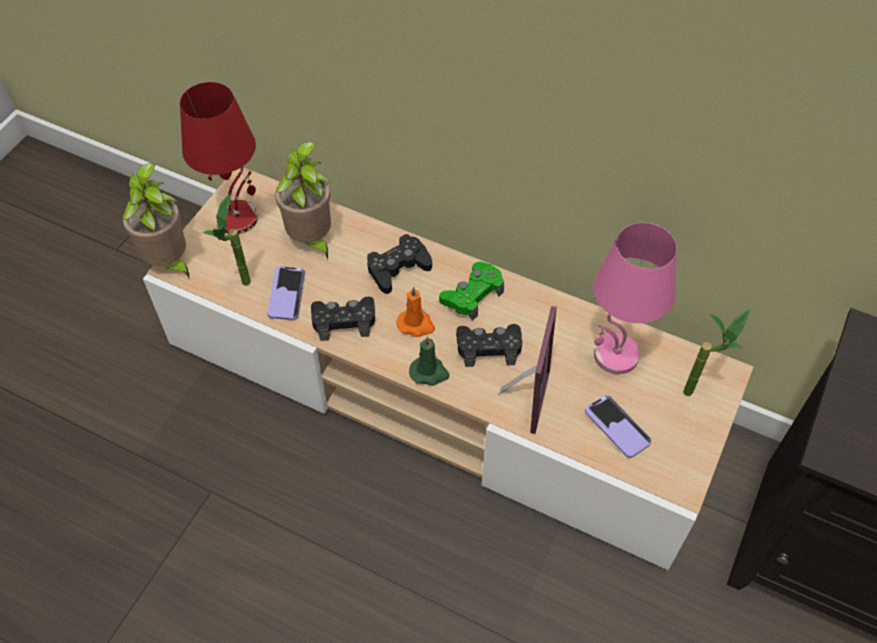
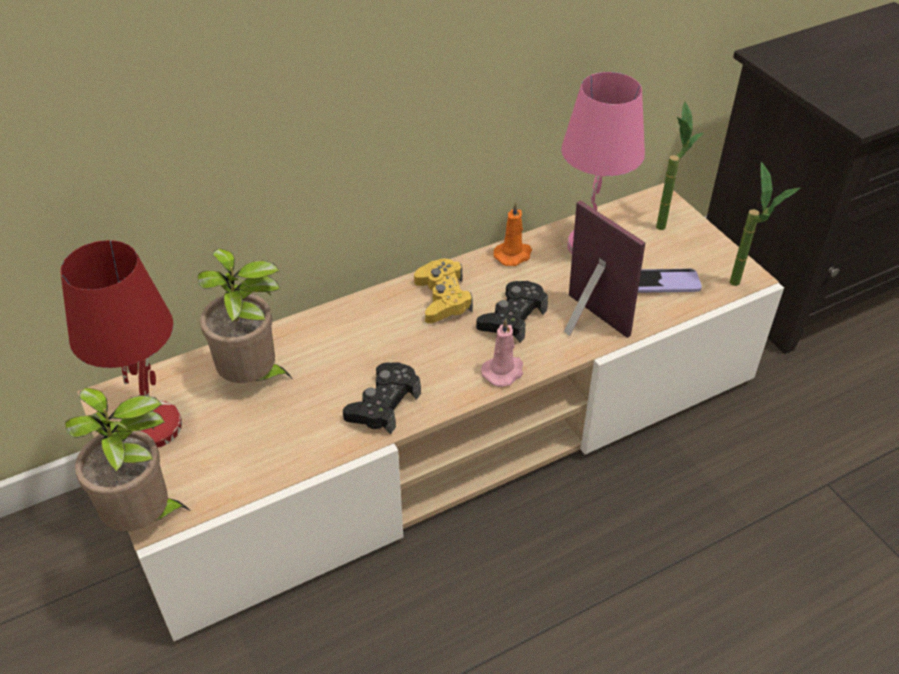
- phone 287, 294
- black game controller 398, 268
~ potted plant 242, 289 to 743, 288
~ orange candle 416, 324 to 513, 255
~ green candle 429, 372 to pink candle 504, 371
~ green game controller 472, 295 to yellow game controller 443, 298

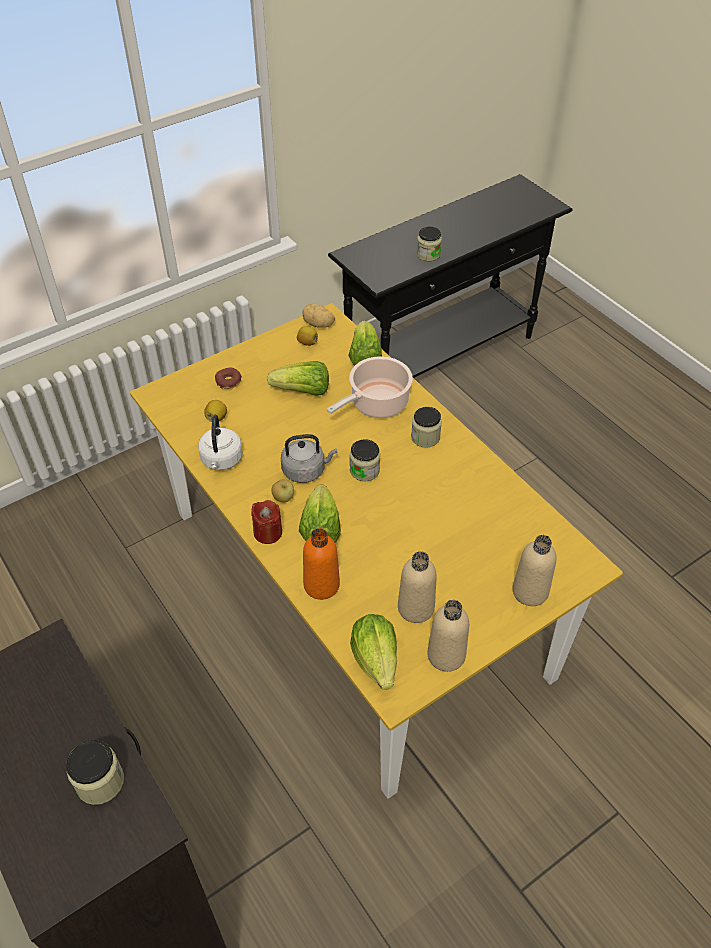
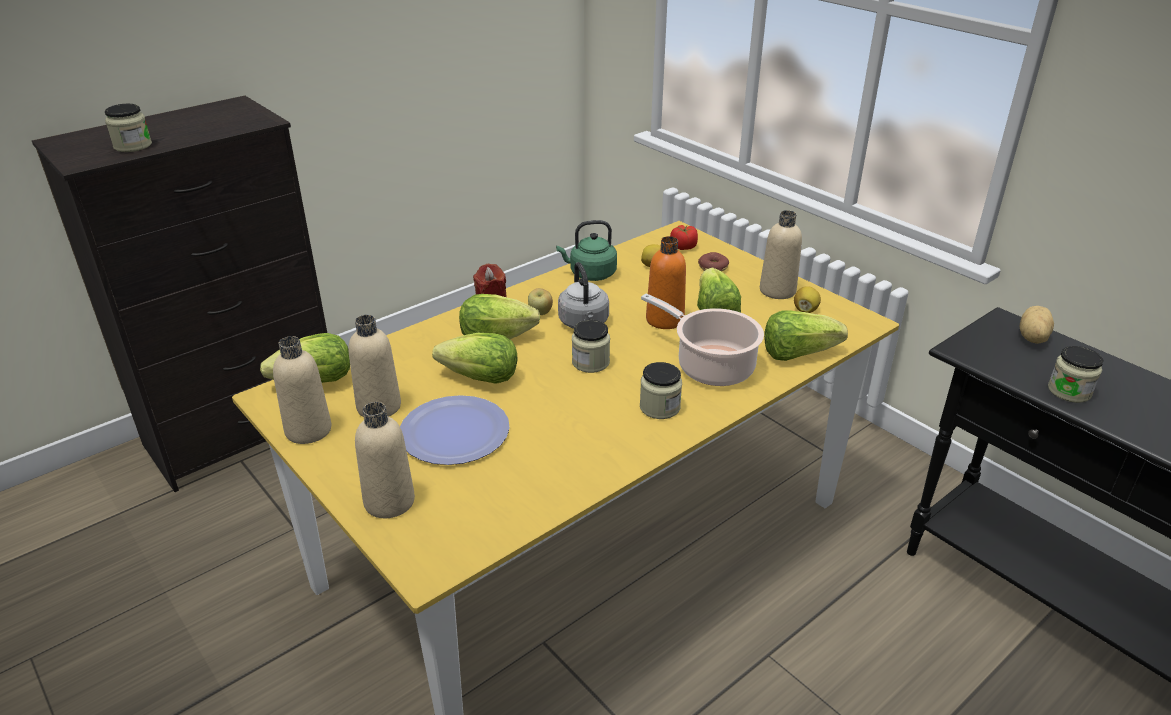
+ plate 454, 432
+ lettuce 481, 378
+ tomato 683, 247
+ beige bottle 777, 291
~ potato 318, 324 to 1031, 338
~ orange bottle 321, 585 to 664, 320
~ white kettle 221, 461 to green kettle 590, 274

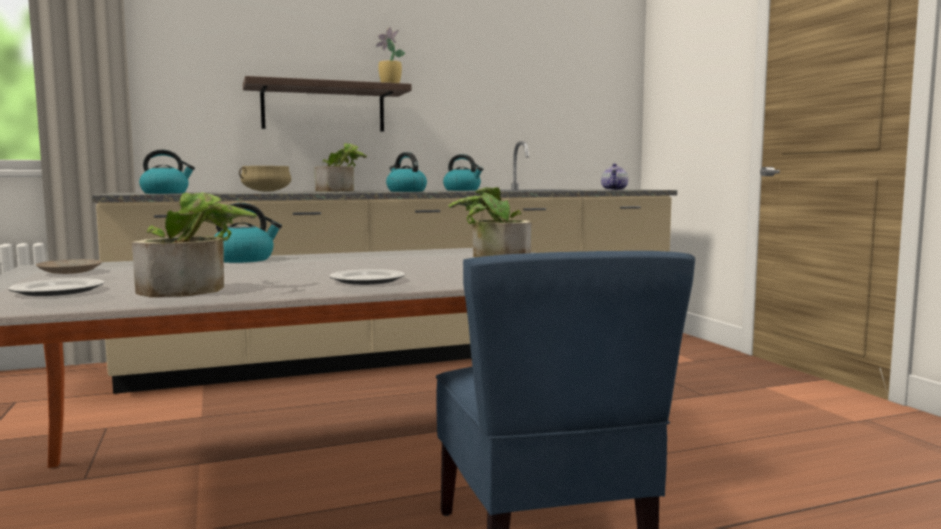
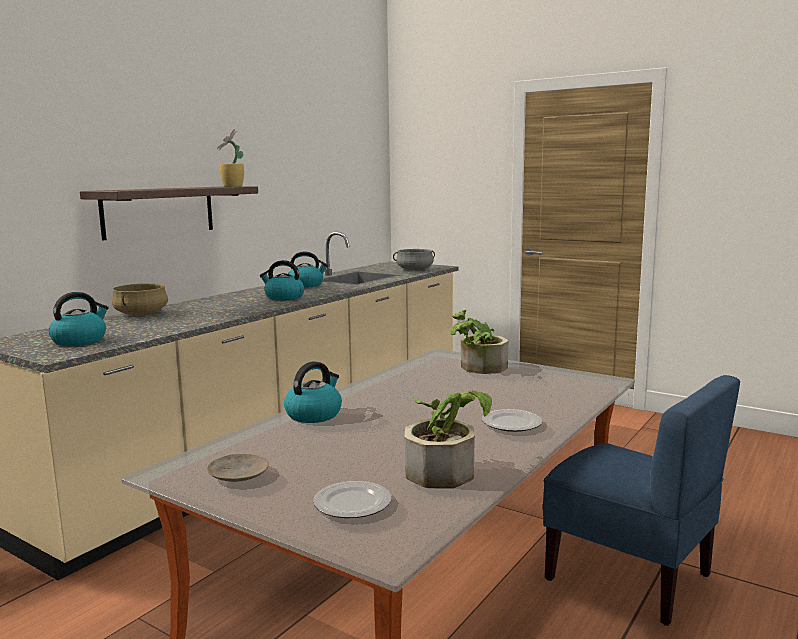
- potted plant 340, 191
~ teapot 614, 189 to grey cooking pot 415, 270

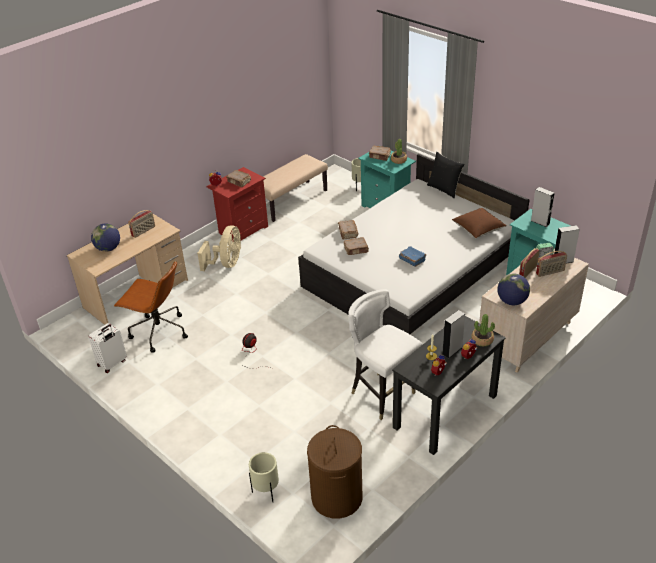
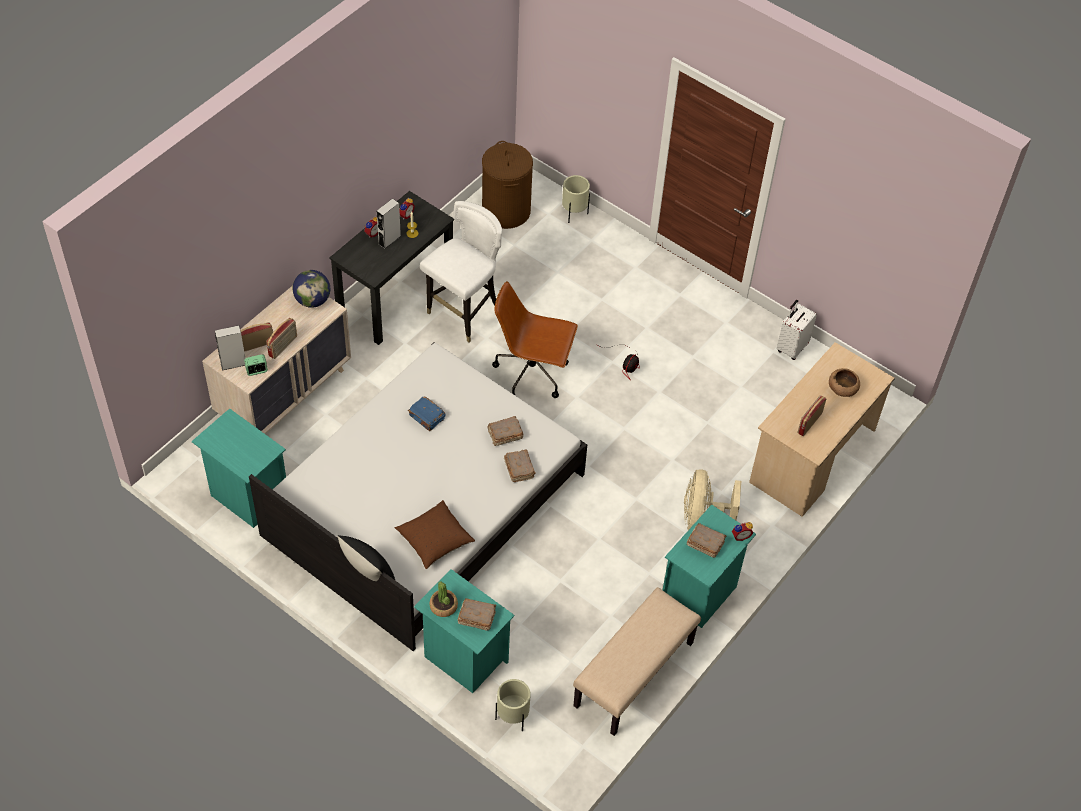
- potted plant 482, 340
- grey speaker 540, 222
~ brown office chair 158, 332 to 533, 374
~ brown pillow 478, 229 to 435, 541
~ globe 108, 249 to brown bowl 842, 389
~ red nightstand 242, 230 to turquoise nightstand 700, 594
~ white chair 383, 395 = 464, 314 90 degrees counterclockwise

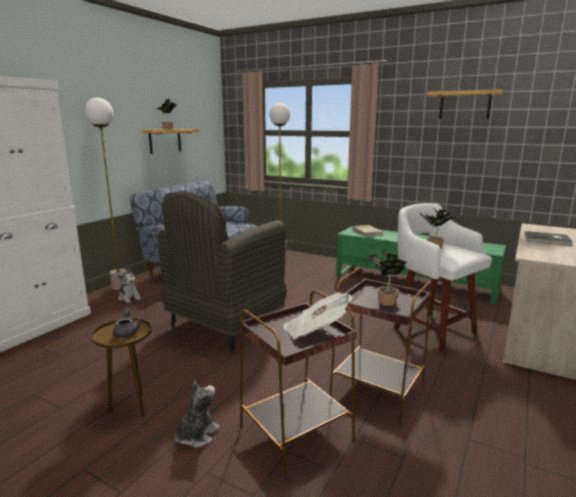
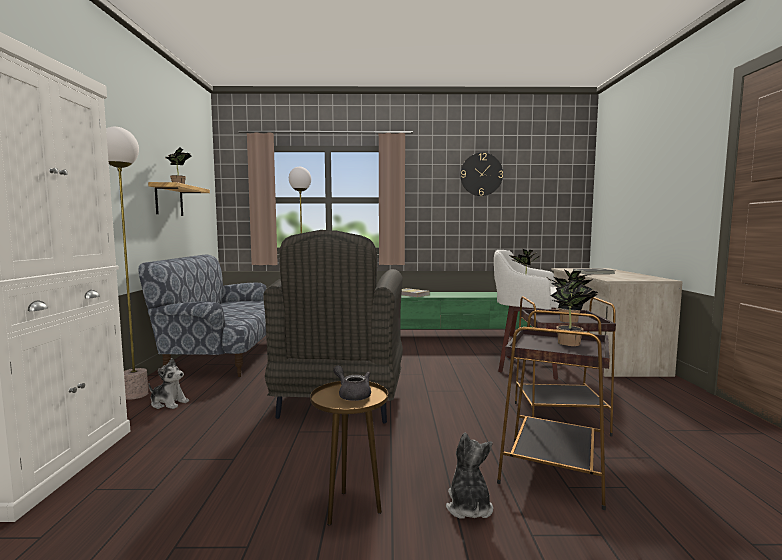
~ newspaper 315, 331 to potted plant 571, 344
~ shelf 464, 105 to wall clock 481, 174

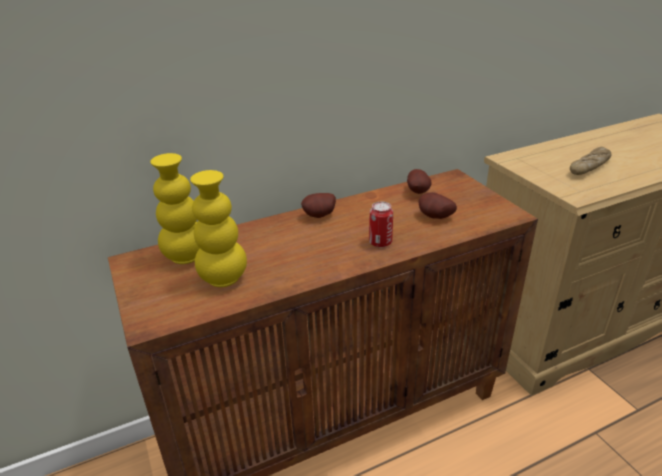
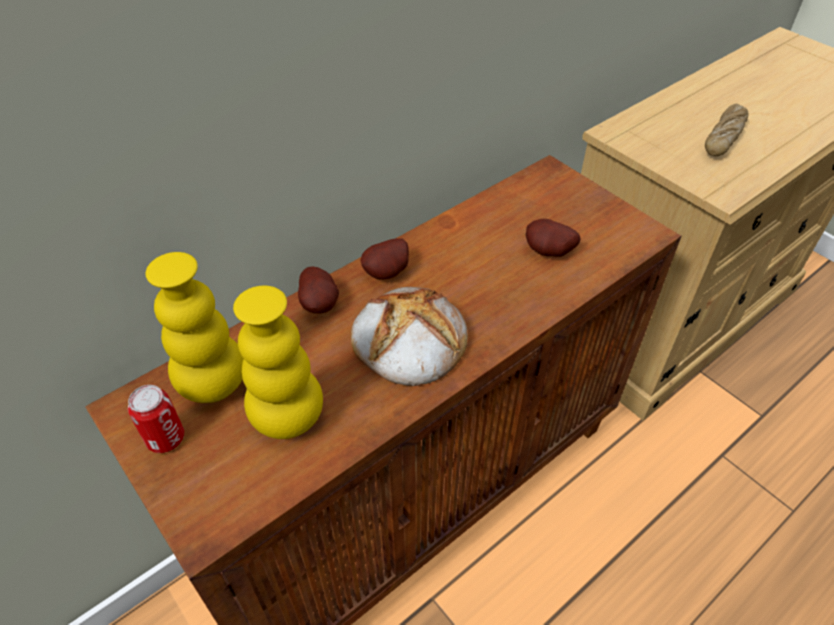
+ bread 408, 341
~ can 380, 242 to 165, 438
~ potato 418, 192 to 320, 304

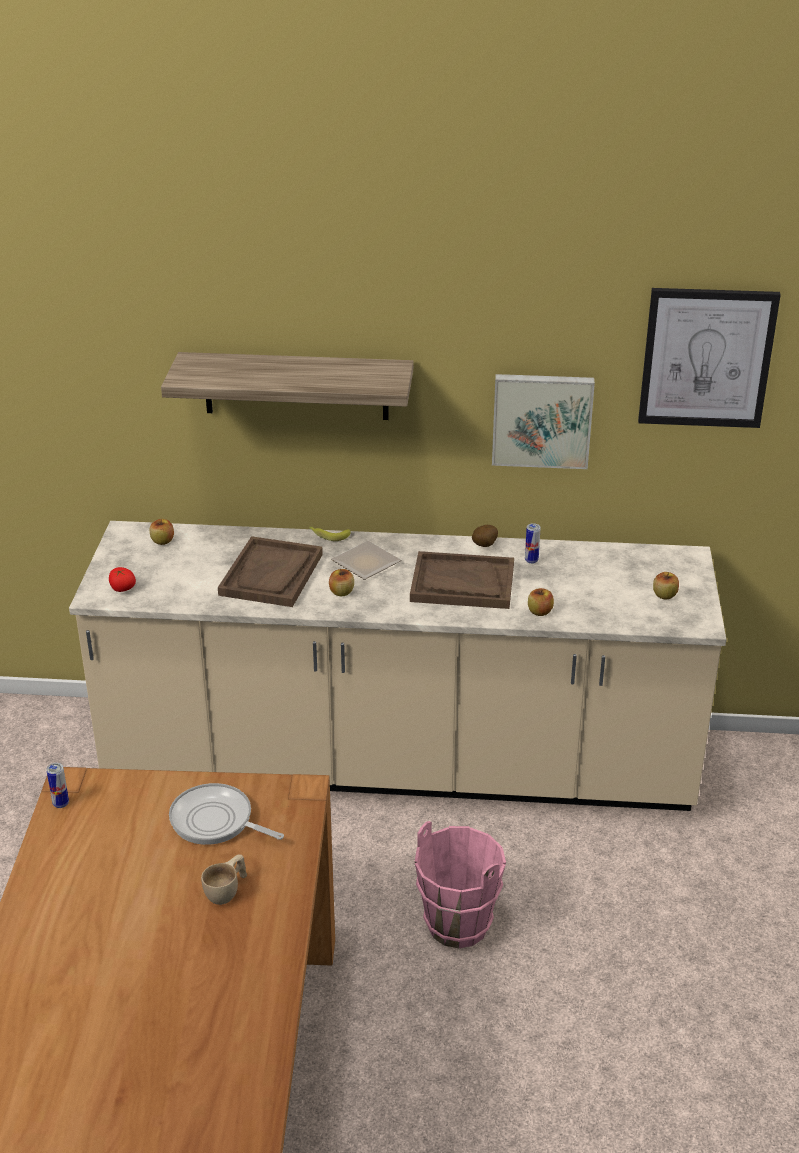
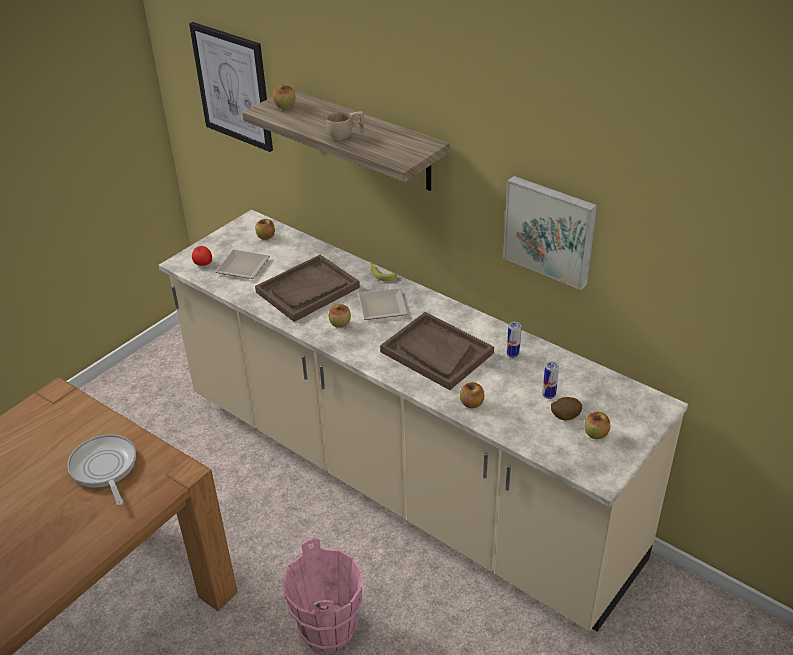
+ plate 242, 266
+ apple 285, 106
~ can 61, 804 to 548, 395
~ beige cup 227, 891 to 346, 135
~ potato 483, 546 to 564, 417
~ picture 706, 358 to 233, 86

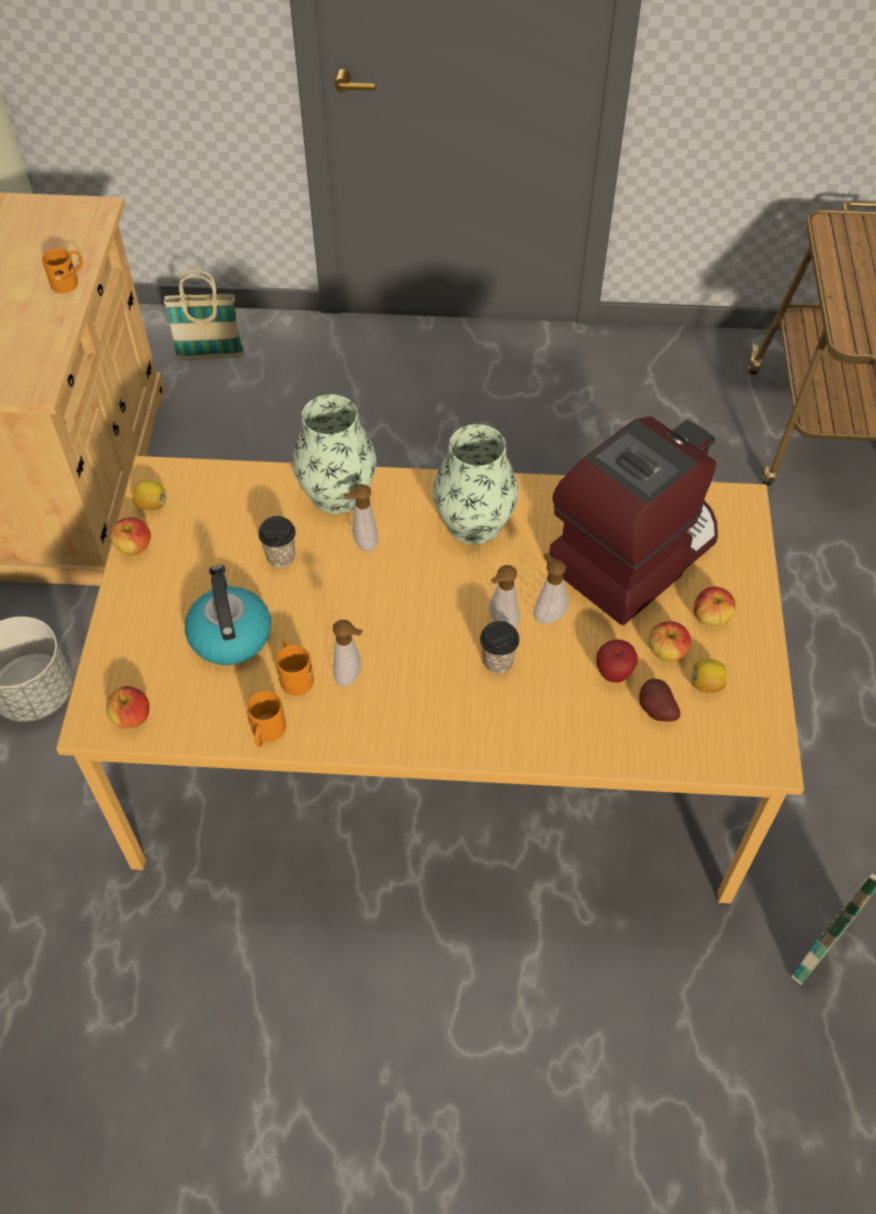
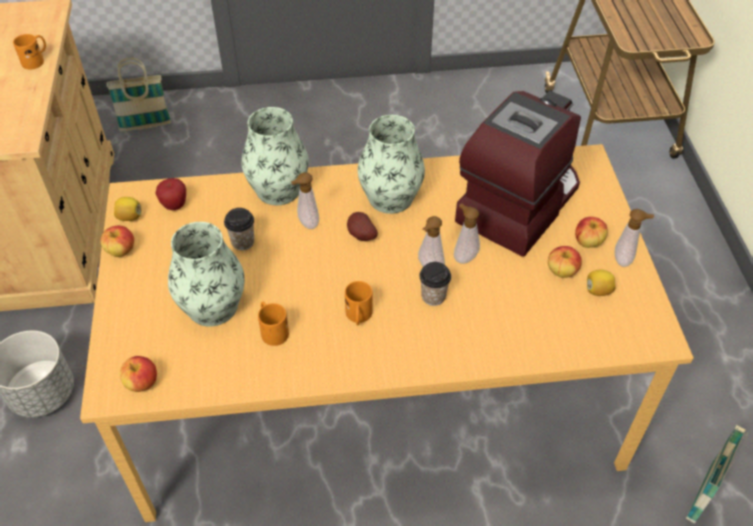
~ orange mug 267, 734 to 359, 317
~ soap dispenser 351, 676 to 624, 260
~ apple 613, 674 to 174, 206
~ potato 655, 710 to 360, 236
~ kettle 230, 634 to vase 212, 306

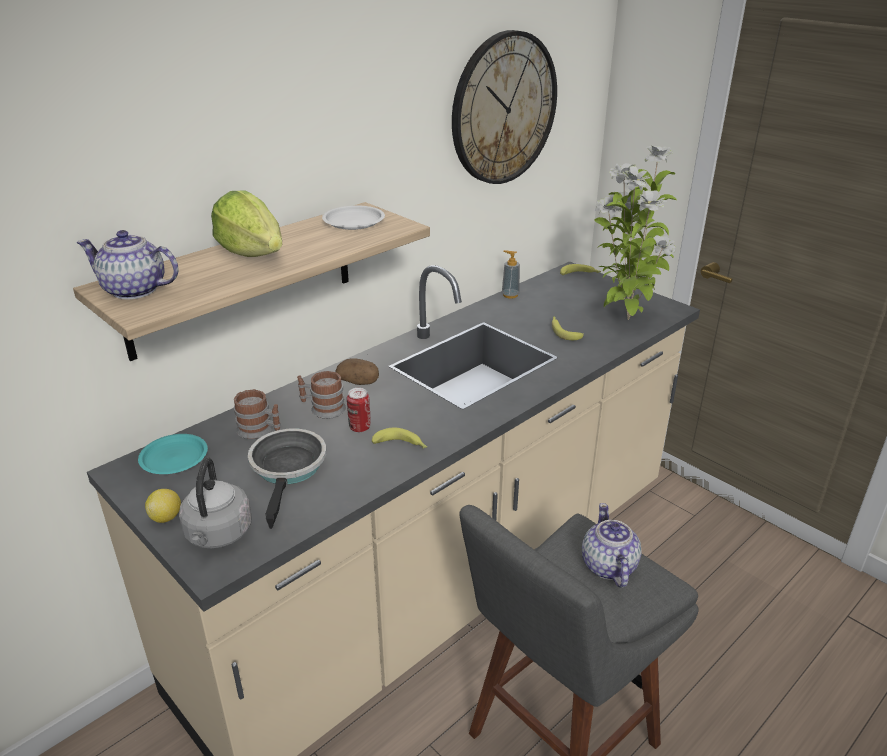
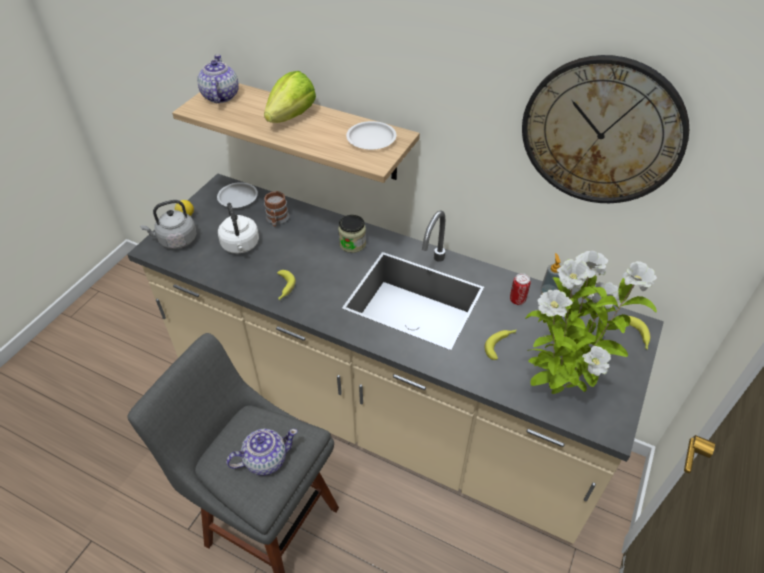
- mug 322, 408
~ can 360, 427 to 517, 300
~ frying pan 288, 470 to white kettle 241, 246
~ potato 358, 382 to jar 352, 244
~ turquoise plate 174, 459 to white plate 237, 198

